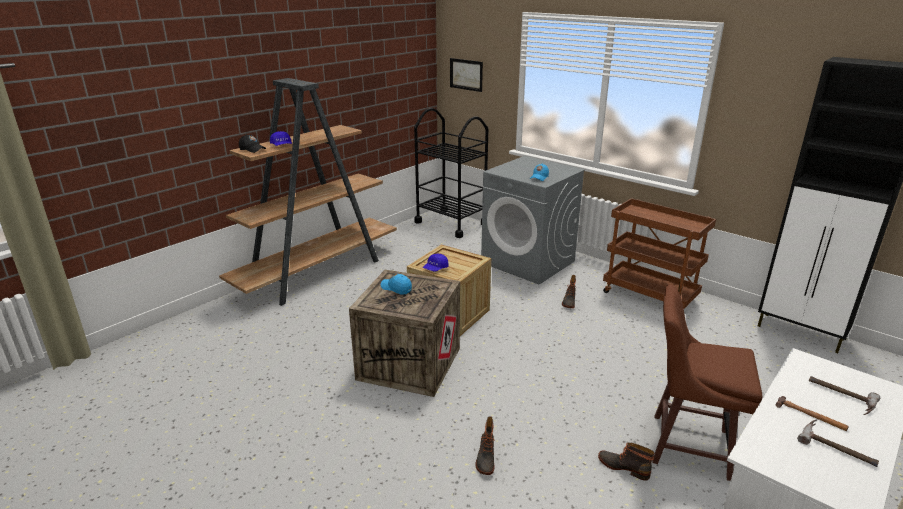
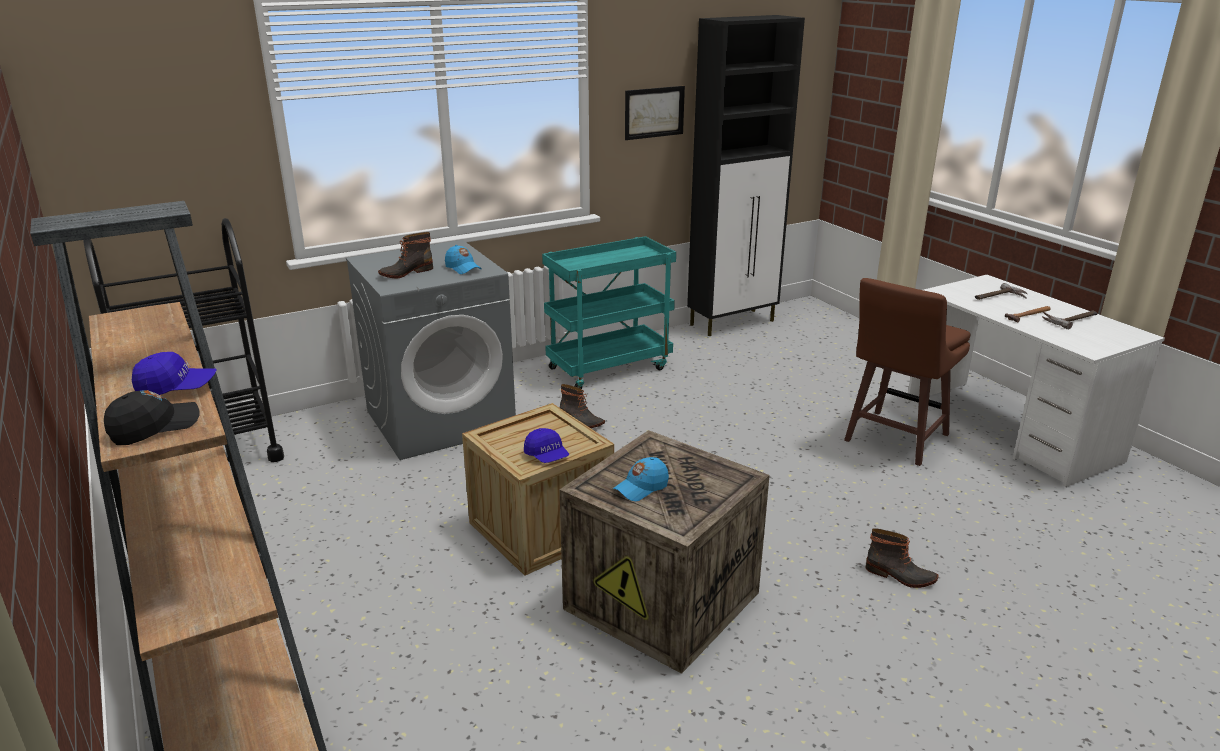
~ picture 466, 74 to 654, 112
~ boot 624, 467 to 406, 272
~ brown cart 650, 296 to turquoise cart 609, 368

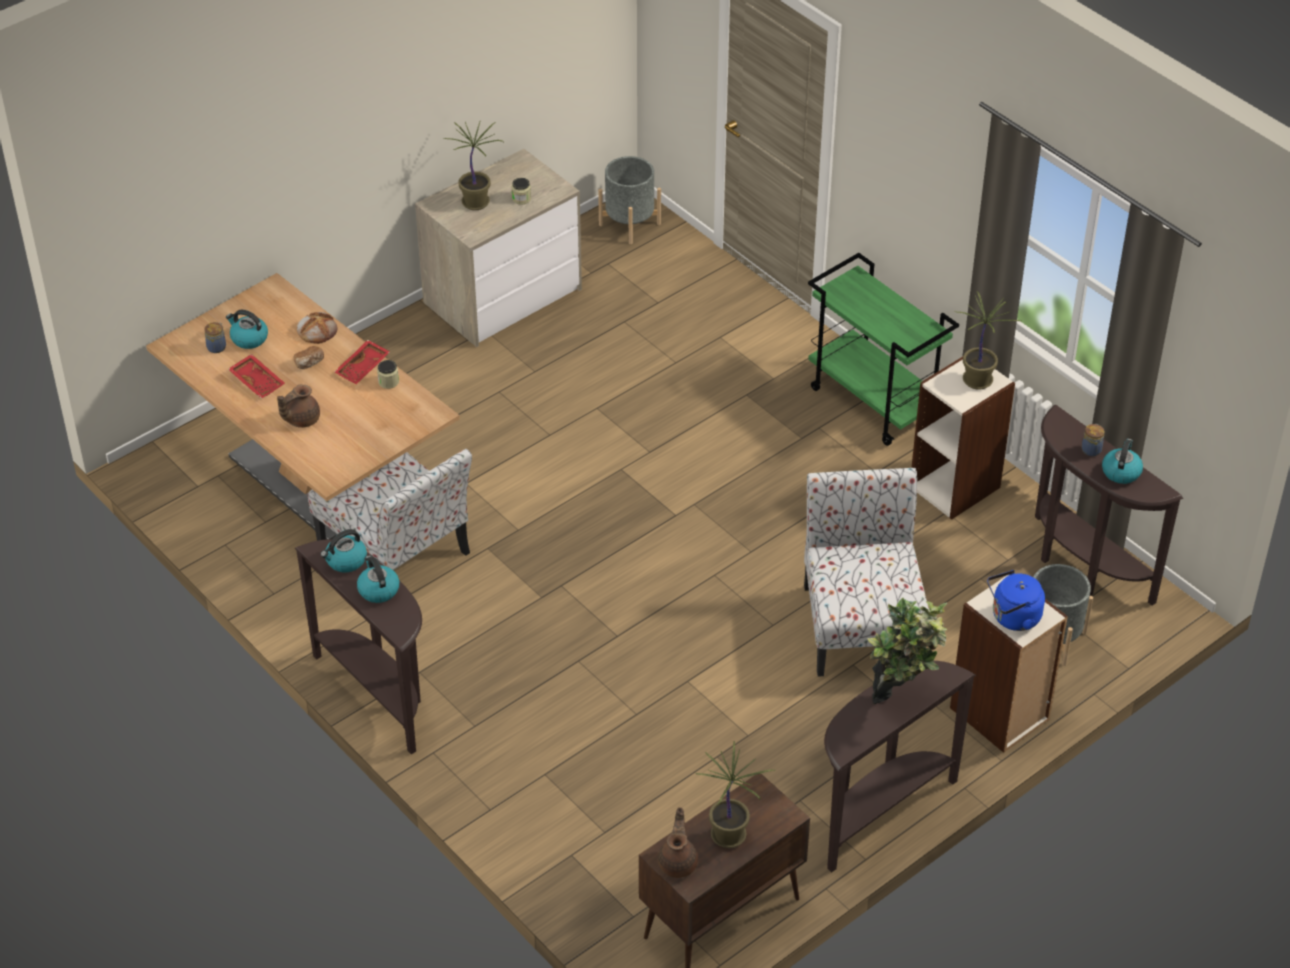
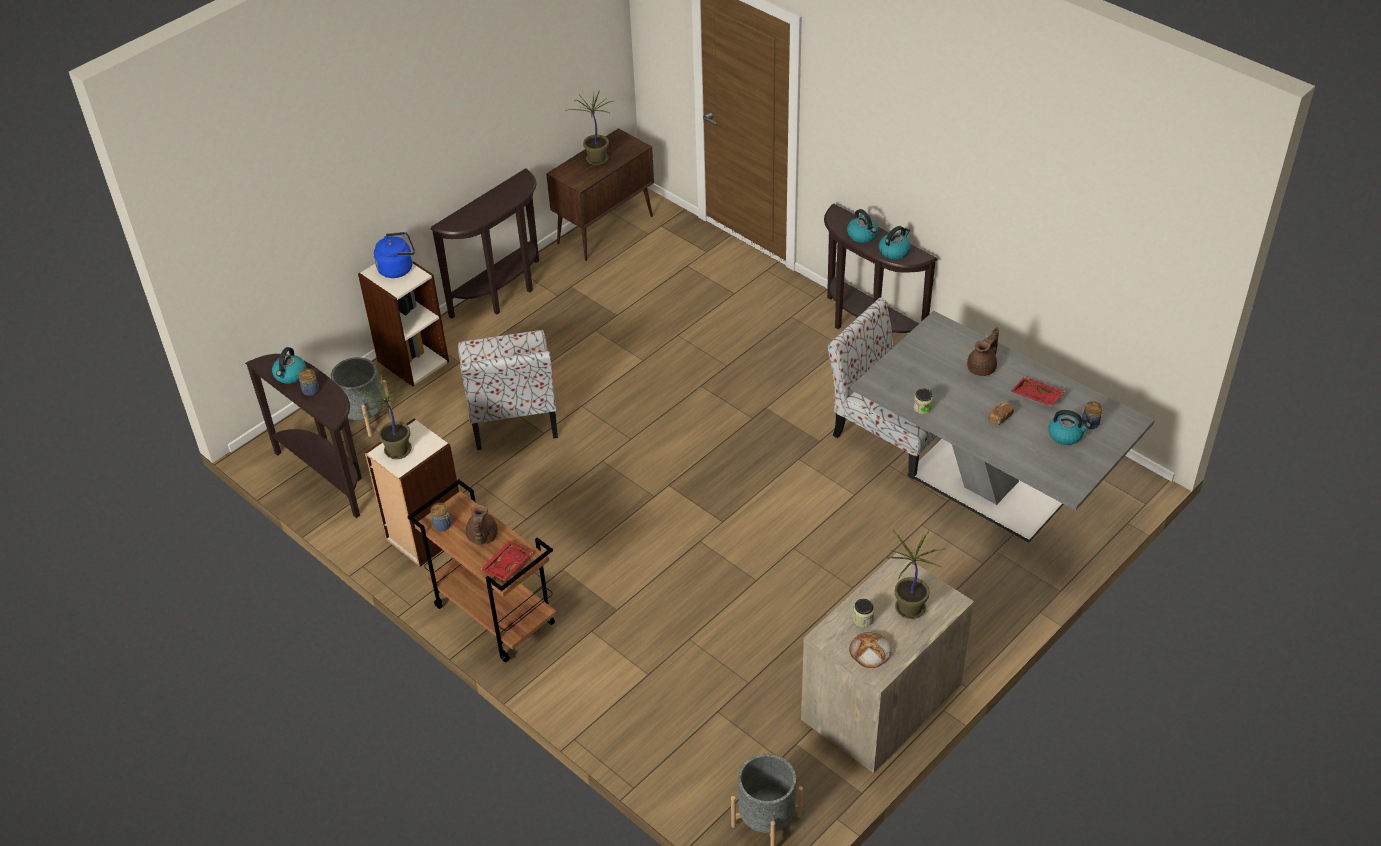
- potted plant 901, 697
+ jar 443, 525
~ bread 317, 330 to 870, 652
~ red tray 363, 368 to 506, 565
~ brown teapot 678, 862 to 482, 537
~ brown dining table 313, 477 to grey dining table 988, 485
~ green cart 875, 402 to brown cart 492, 615

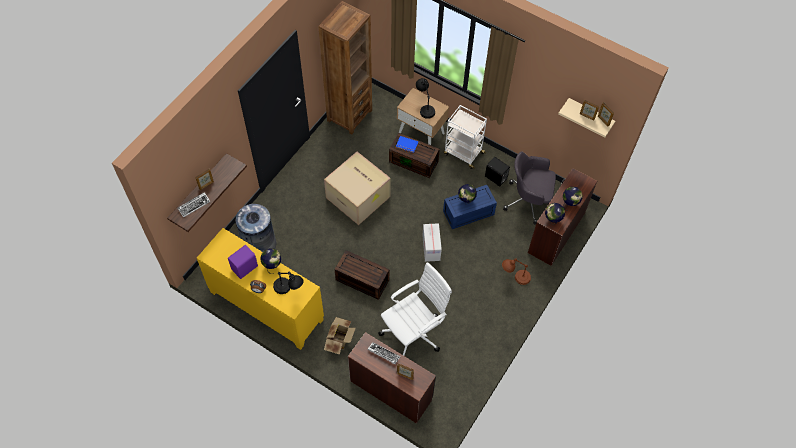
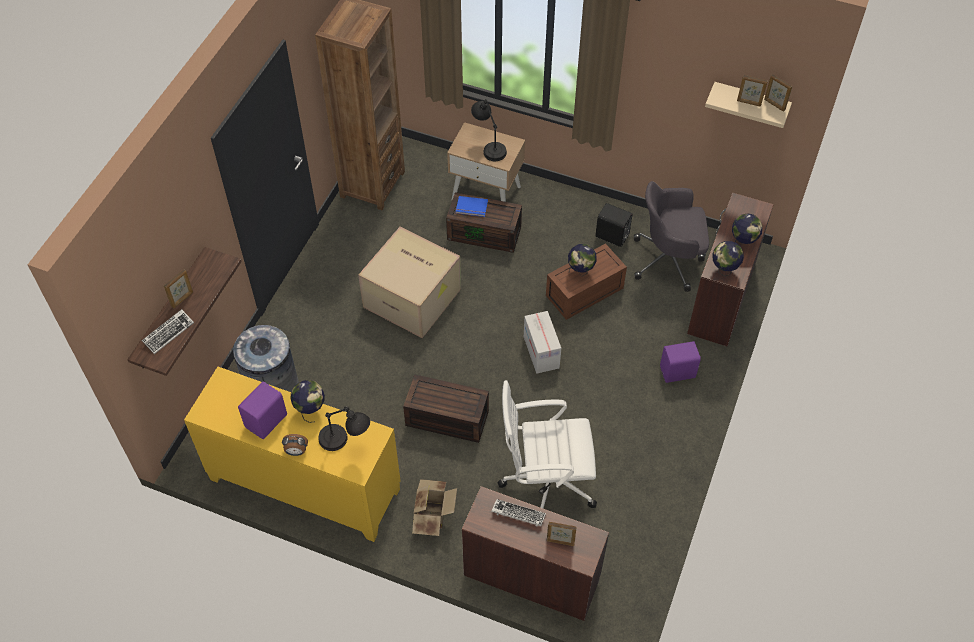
- white cart 463, 153
~ brown table lamp 515, 277 to purple speaker 678, 373
~ blue storage box 468, 213 to brown storage box 584, 293
~ white office chair 413, 332 = 545, 482 135 degrees counterclockwise

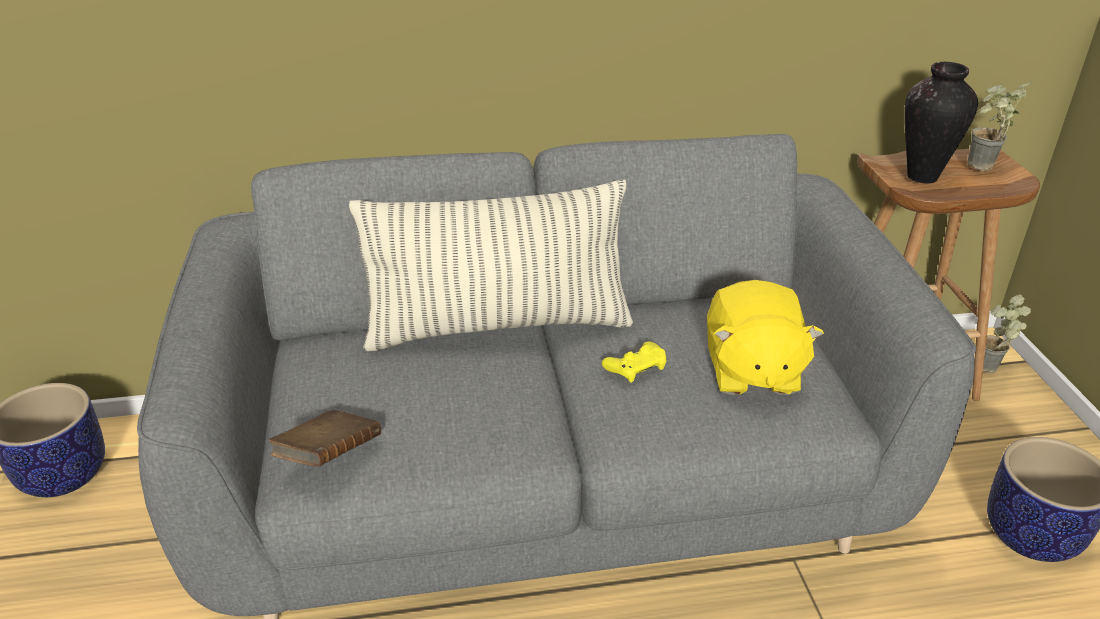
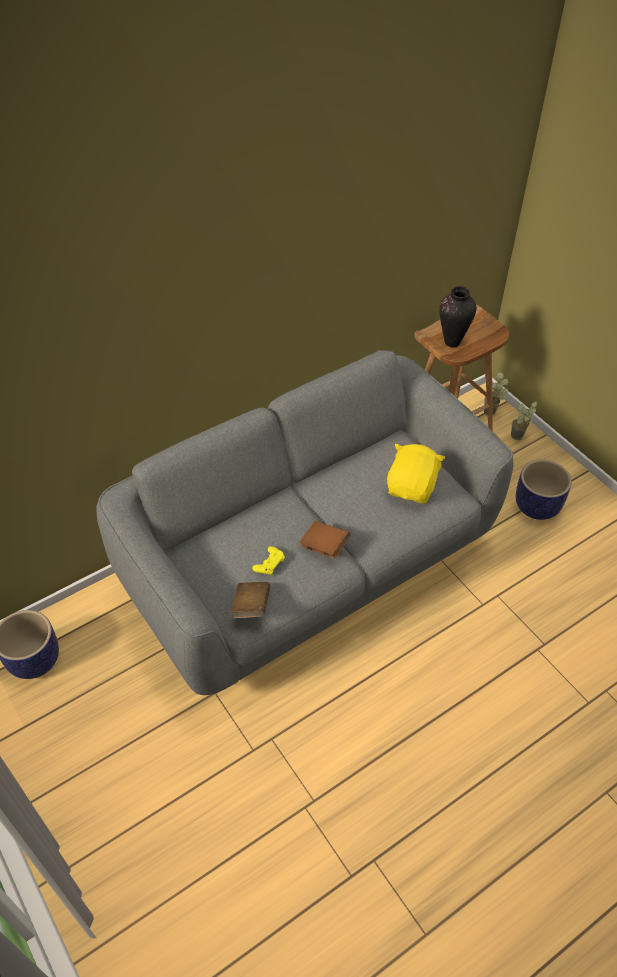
- pillow 498, 327
+ brown book 324, 546
~ yellow game controller 636, 367 to 269, 564
~ potted plant 980, 169 to 517, 439
~ yellow plush toy 751, 371 = 412, 487 135 degrees counterclockwise

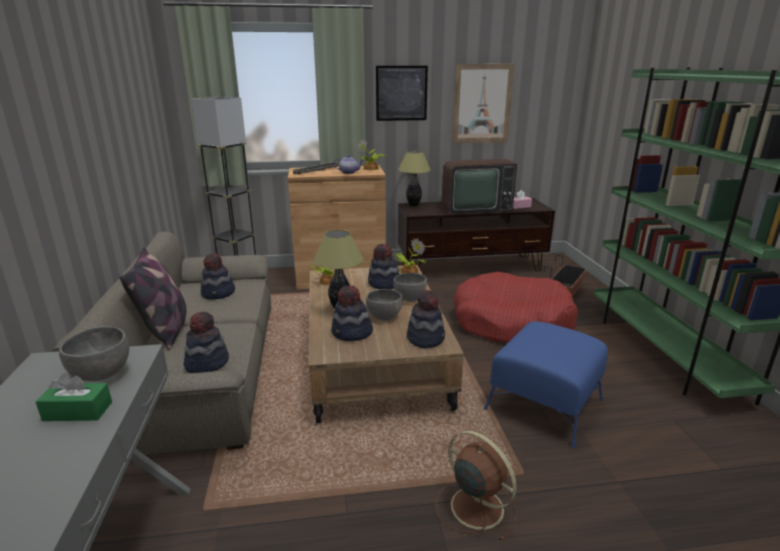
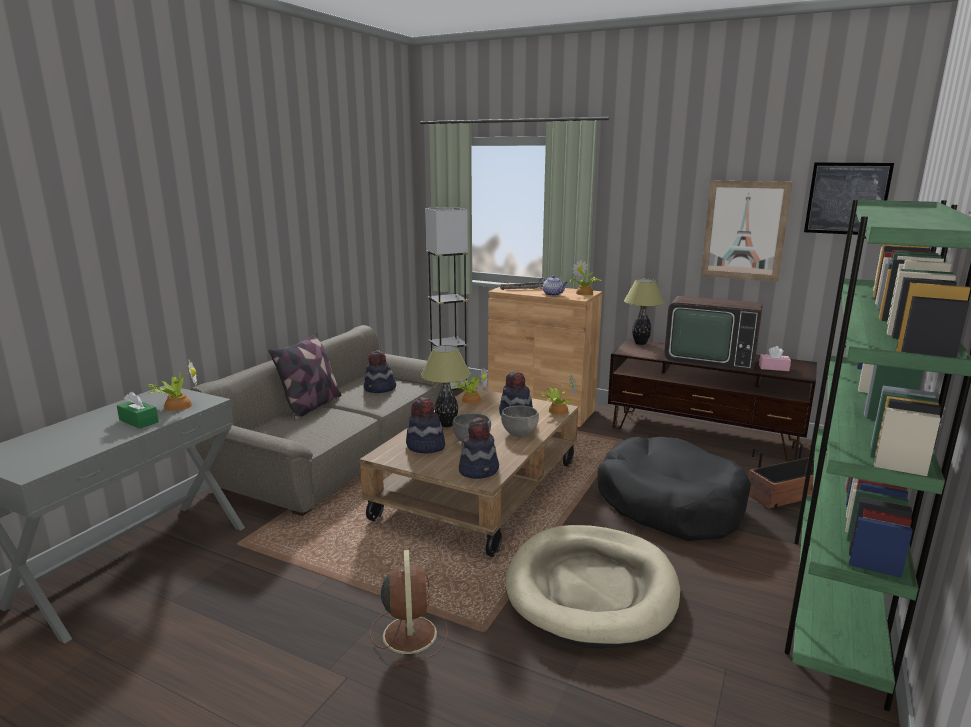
- hat 206, 363
~ picture 401, 93 to 847, 198
~ grey bowl 101, 374 to potted plant 176, 406
~ blue ottoman 544, 404 to beige dog bed 591, 589
~ red dog bed 511, 322 to black dog bed 669, 504

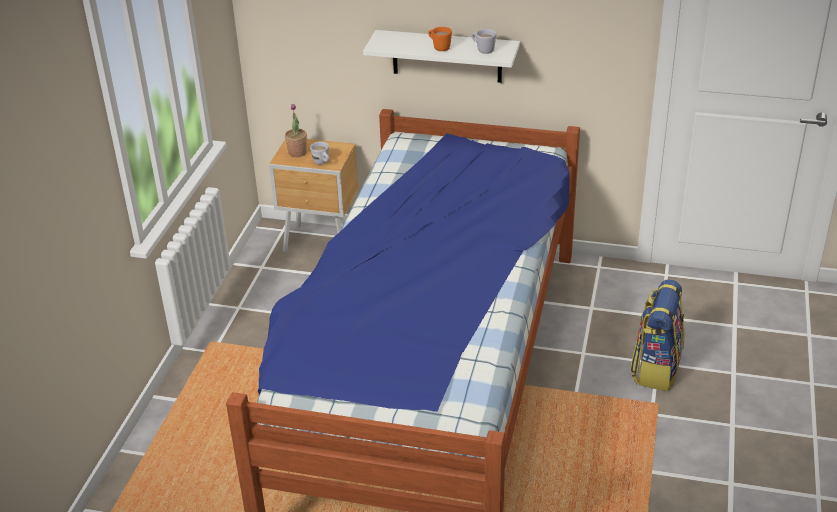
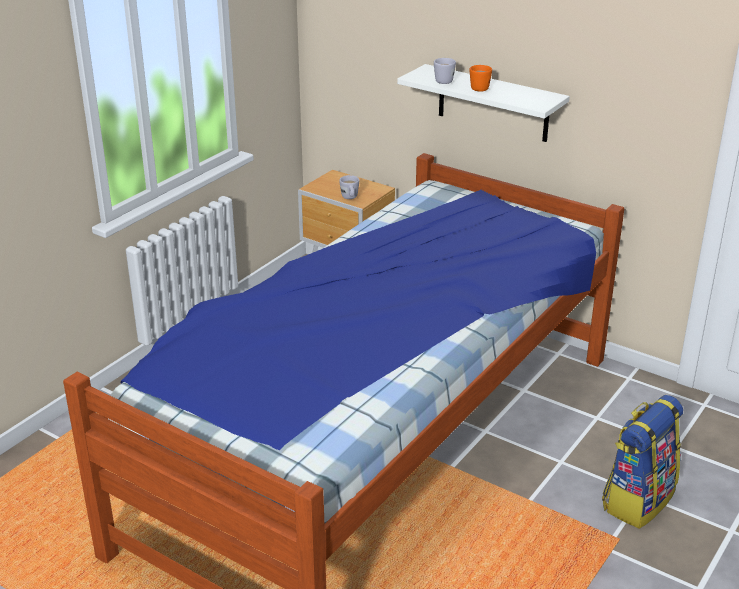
- potted plant 297, 152
~ white mug 482, 50 to 441, 80

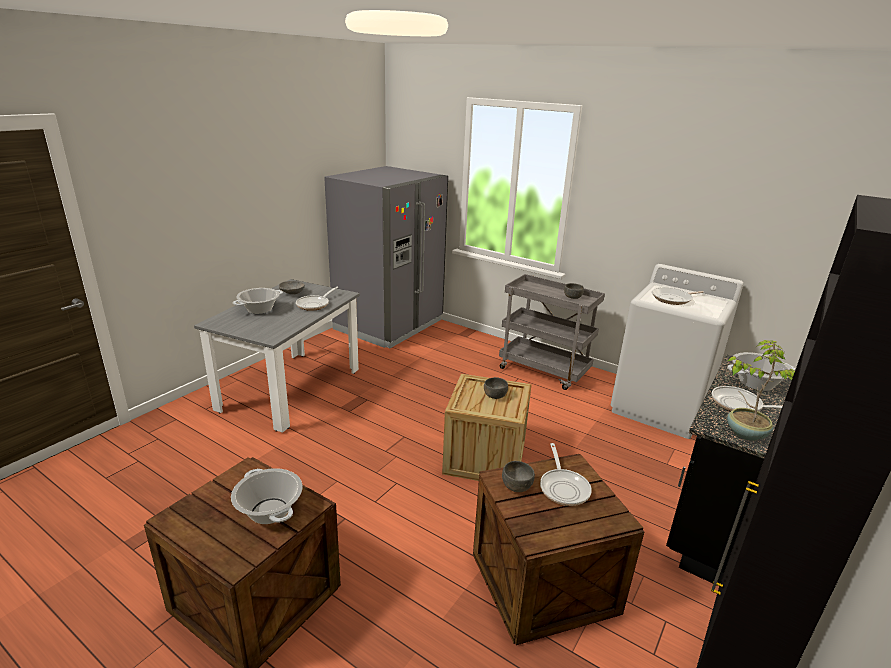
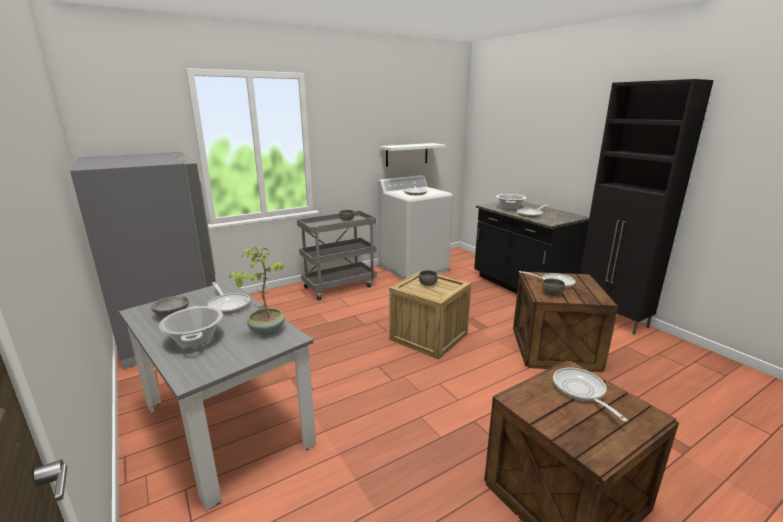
+ white shelf 407, 154
~ potted plant 745, 433 to 266, 330
~ cooking pot 269, 511 to frying pan 581, 391

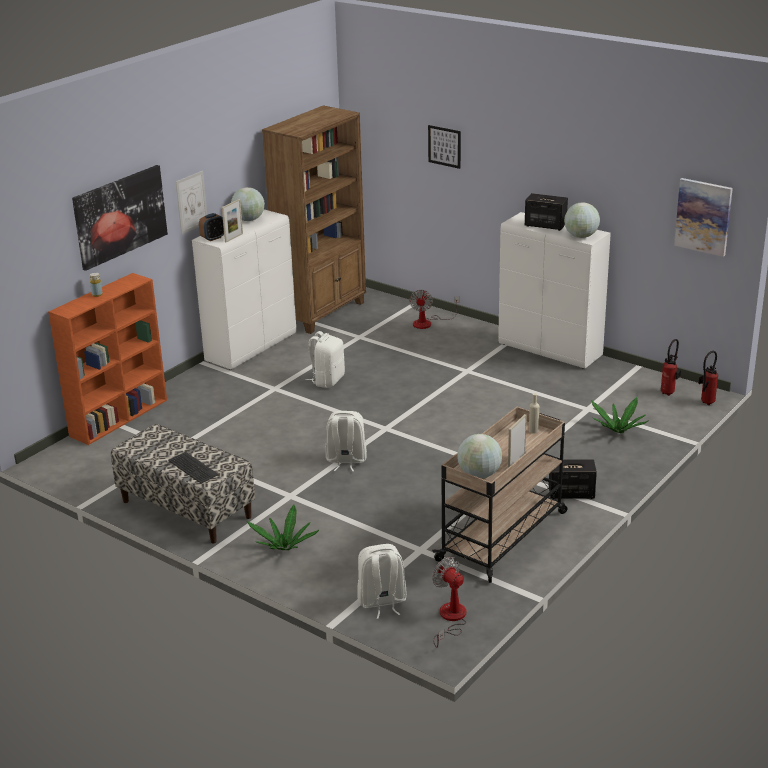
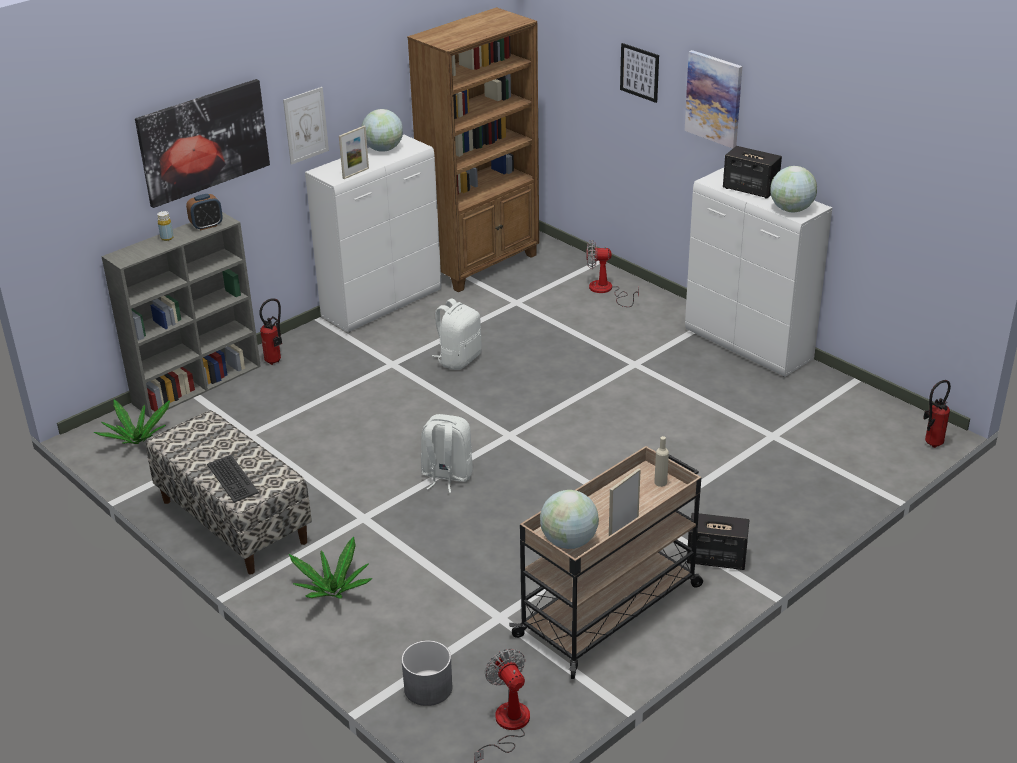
~ alarm clock 213, 238 to 206, 226
~ potted plant 618, 430 to 137, 440
~ fire extinguisher 669, 392 to 276, 360
~ picture 703, 216 to 714, 98
~ white backpack 382, 602 to grey planter 428, 688
~ orange bookcase 119, 417 to grey bookcase 198, 384
~ fan 428, 322 = 606, 291 75 degrees clockwise

